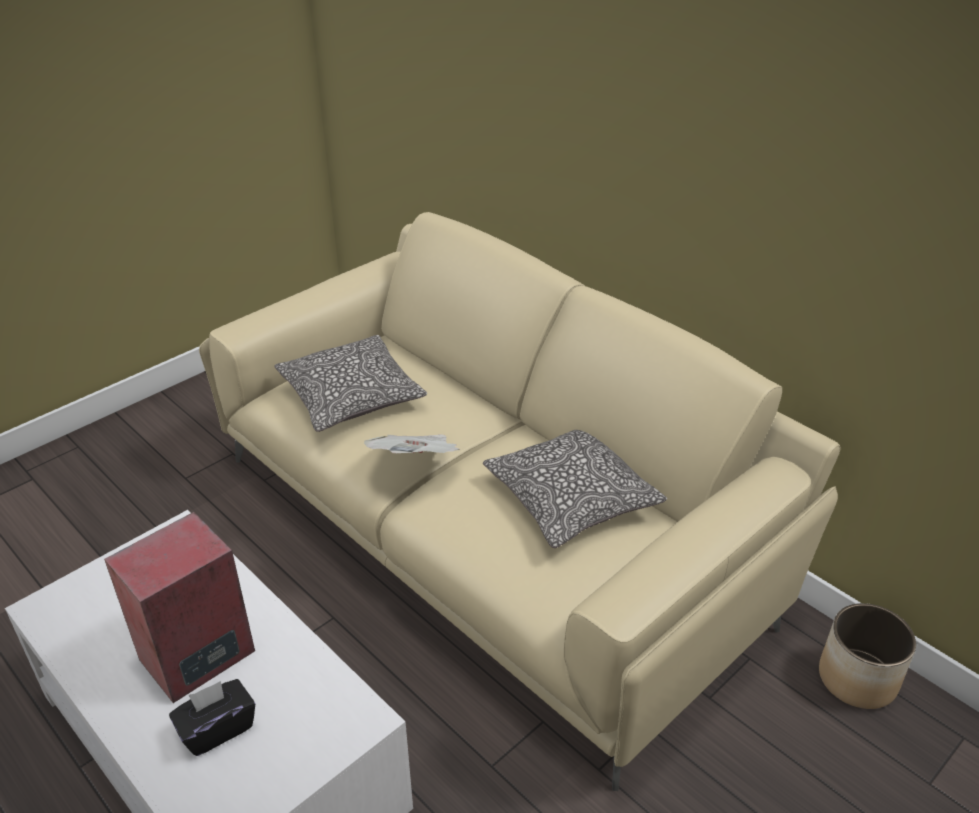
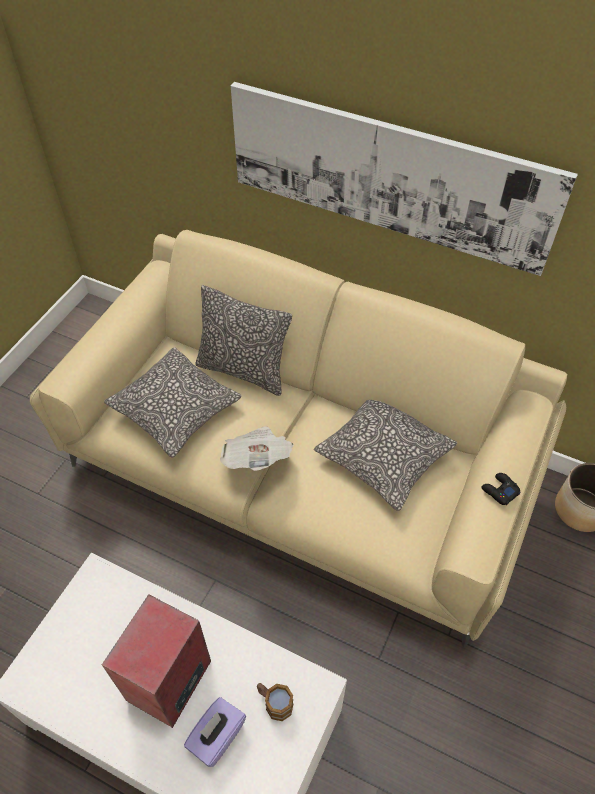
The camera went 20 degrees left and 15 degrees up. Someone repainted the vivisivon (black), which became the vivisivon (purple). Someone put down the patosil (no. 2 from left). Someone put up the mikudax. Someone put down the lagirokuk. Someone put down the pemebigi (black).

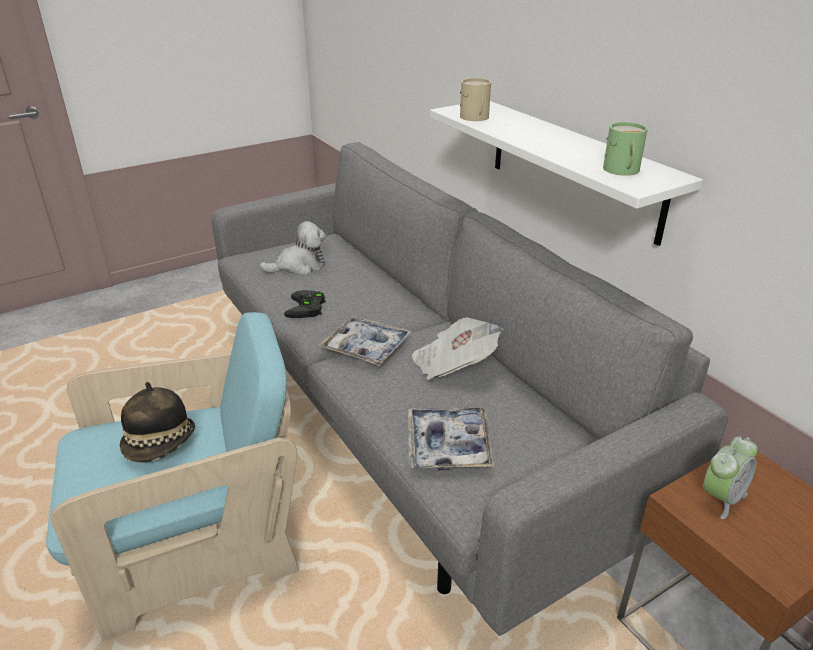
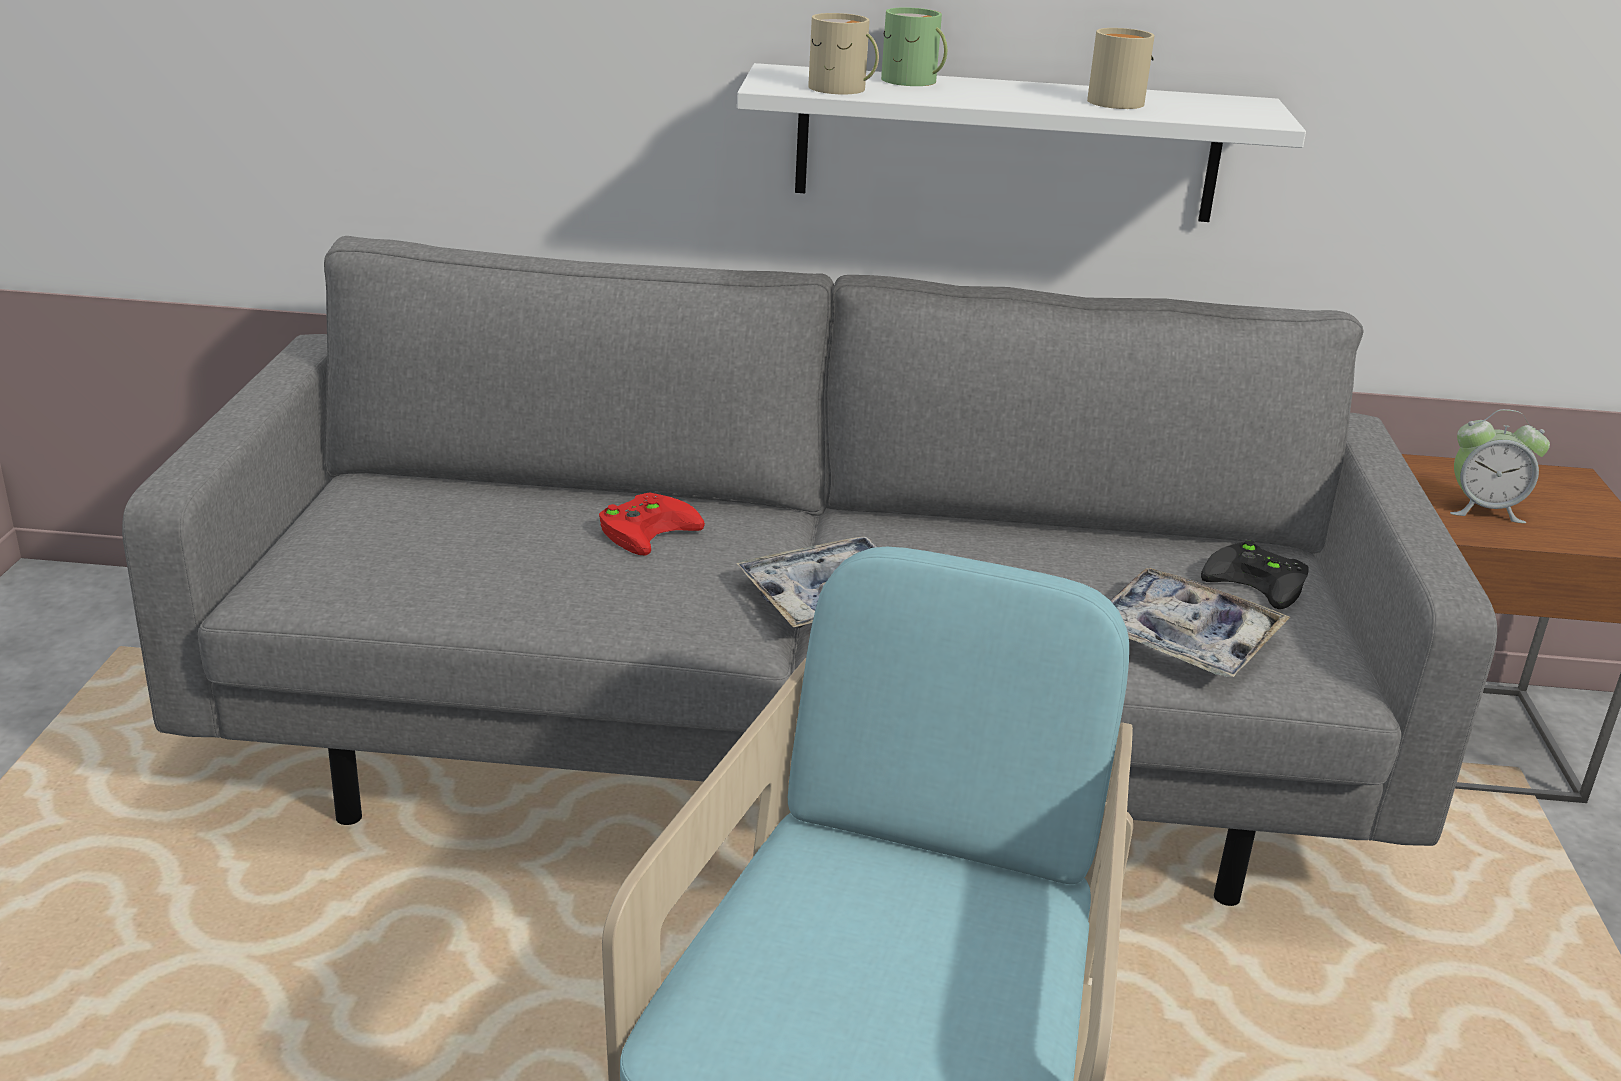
The camera went 55 degrees left and 5 degrees down. Someone put down the pemebigi (red). Someone carried the lagirokuk (green). Someone put down the lagirokuk (beige) (no. 2 from left). Someone carried the pemebigi (black). Someone rotated the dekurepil by 105 degrees clockwise. Someone took away the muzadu. Someone took away the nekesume. Someone took away the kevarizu.

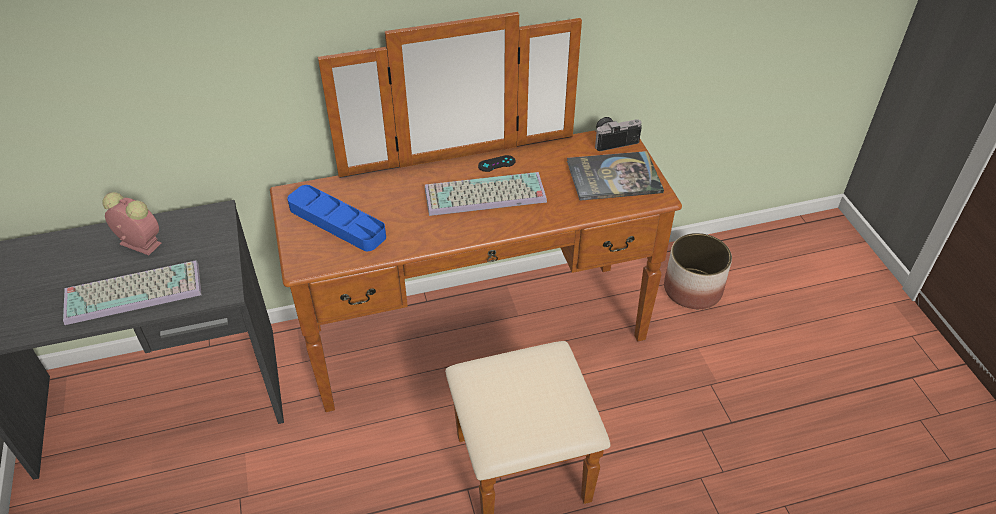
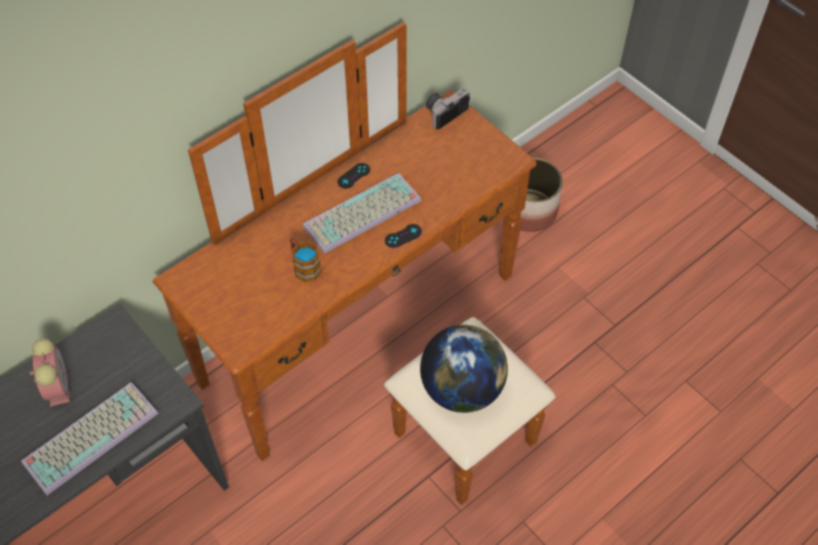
The camera went 25 degrees left and 10 degrees up. Someone rotated the dekurepil by 75 degrees clockwise. Someone put down the lagirokuk. Someone put down the pemebigi (black) (no. 2 from left). Someone put down the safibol. Someone took away the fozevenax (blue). Someone took away the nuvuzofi.

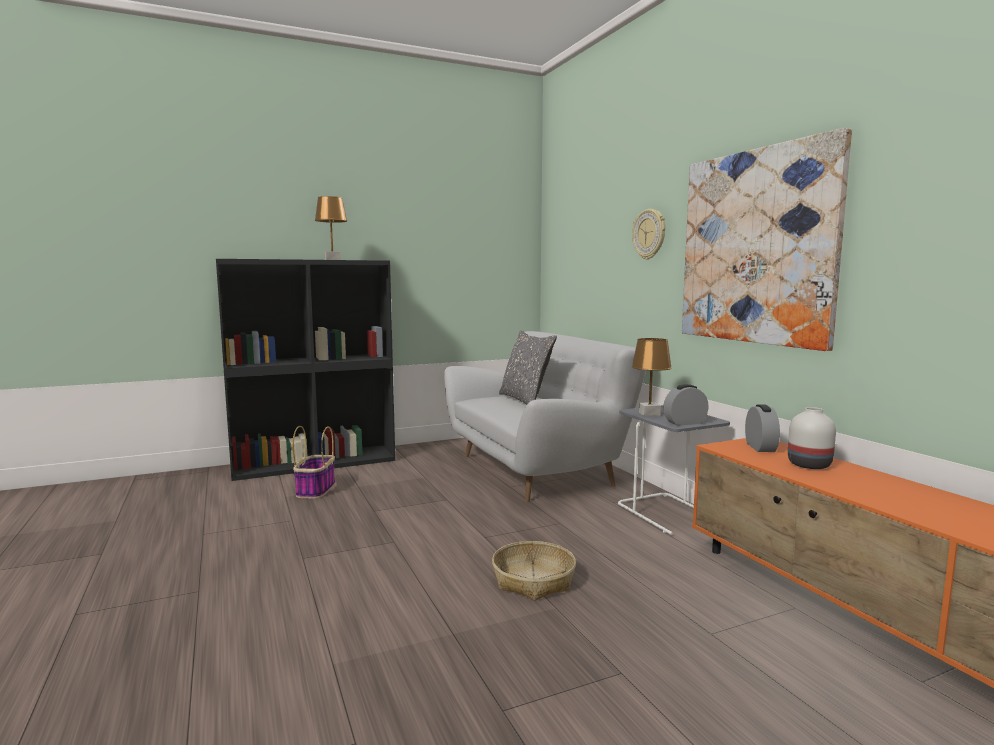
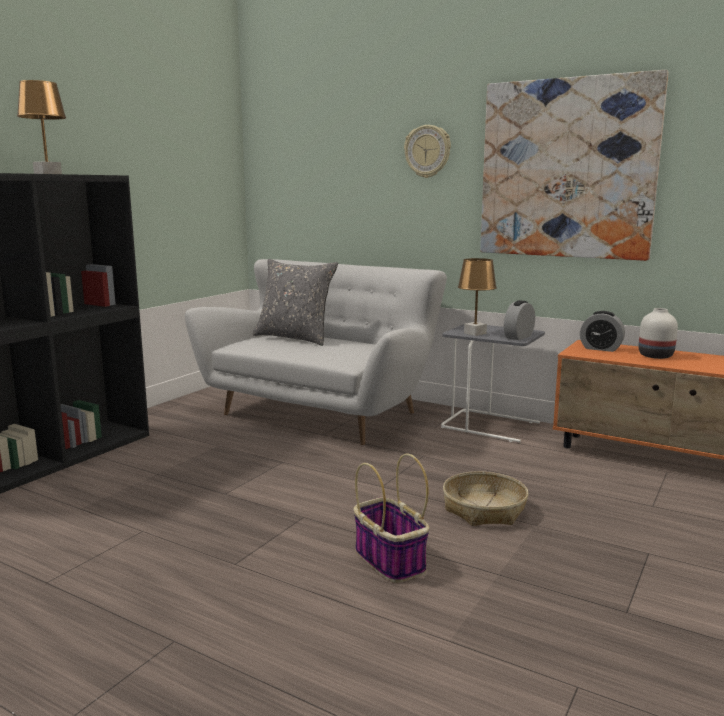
The camera went 35 degrees left and 5 degrees up. Someone carried the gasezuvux (no. 1 from left). Someone rotated the dekurepil (no. 2 from left) by 150 degrees clockwise.

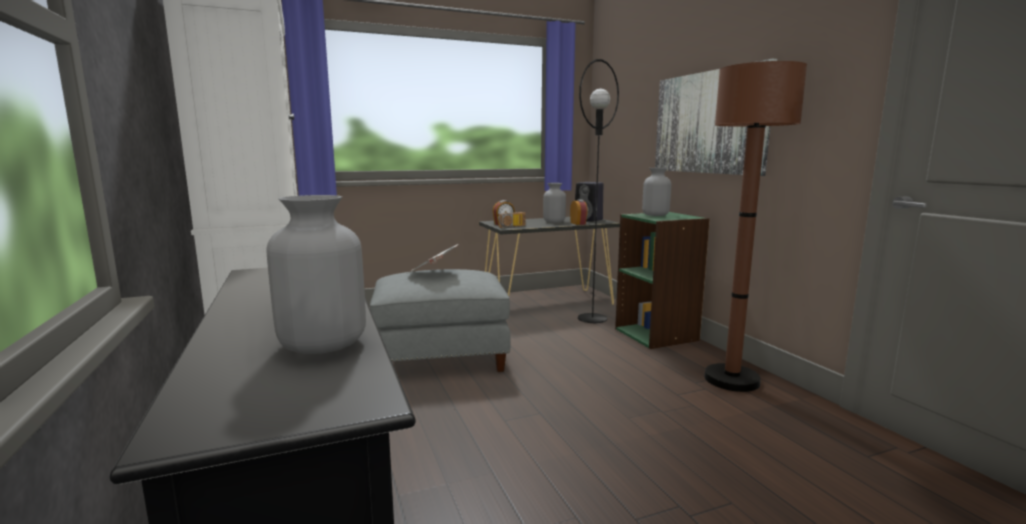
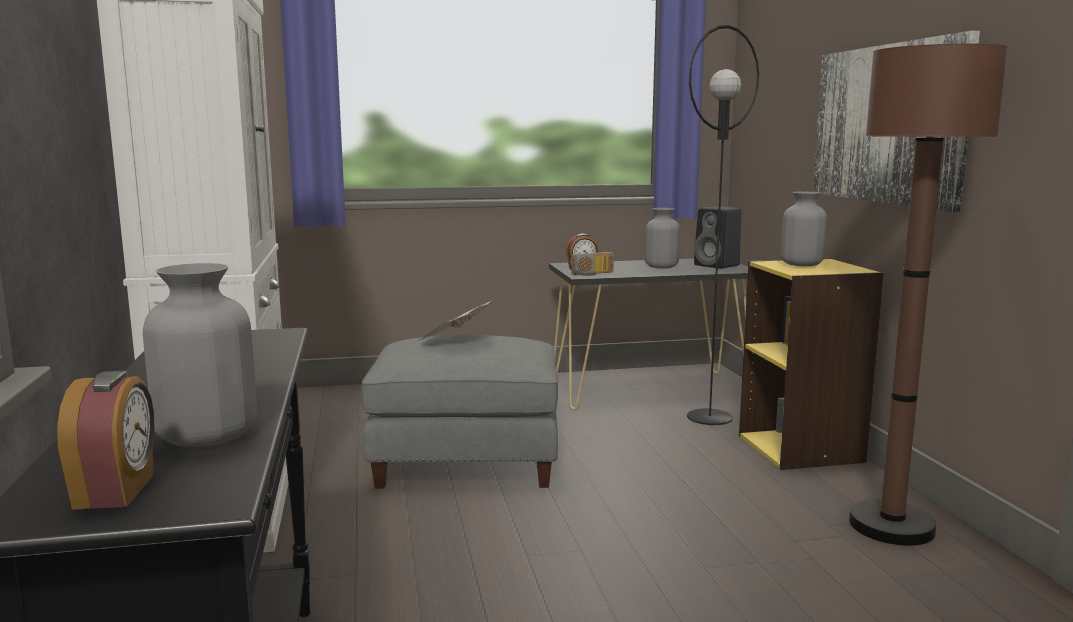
The camera went 10 degrees right and 0 degrees up. Someone carried the dekurepil (no. 2 from left in the first image). Someone repainted the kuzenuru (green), which became the kuzenuru (yellow).

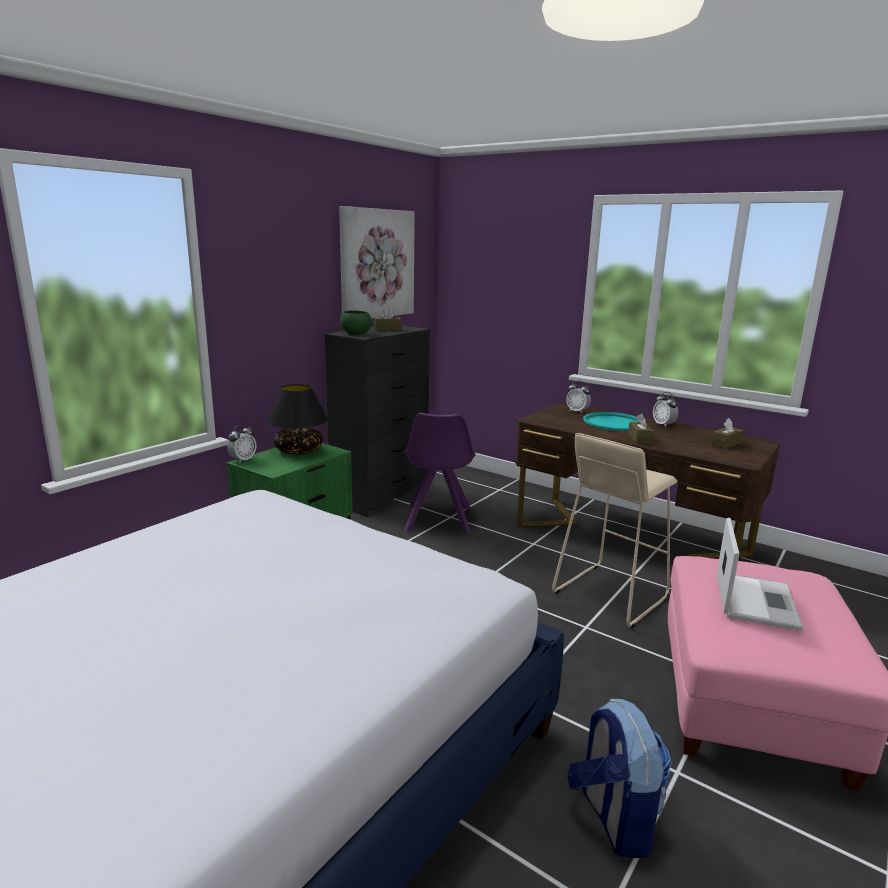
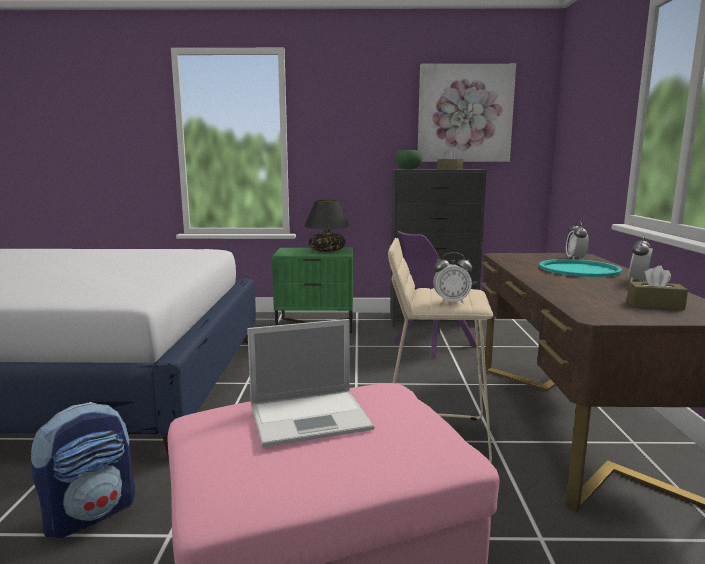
The camera went 55 degrees right and 5 degrees down. Someone carried the dekurepil (no. 1 from left). Someone took away the vivisivon (brown) (no. 2 from left).

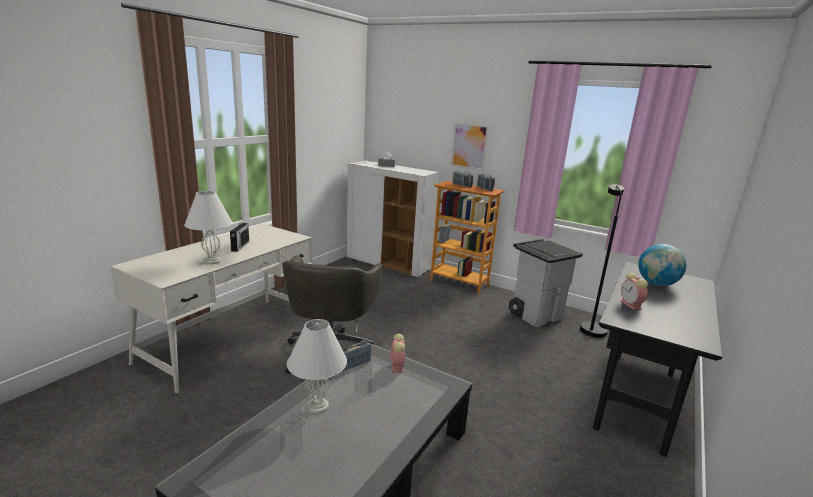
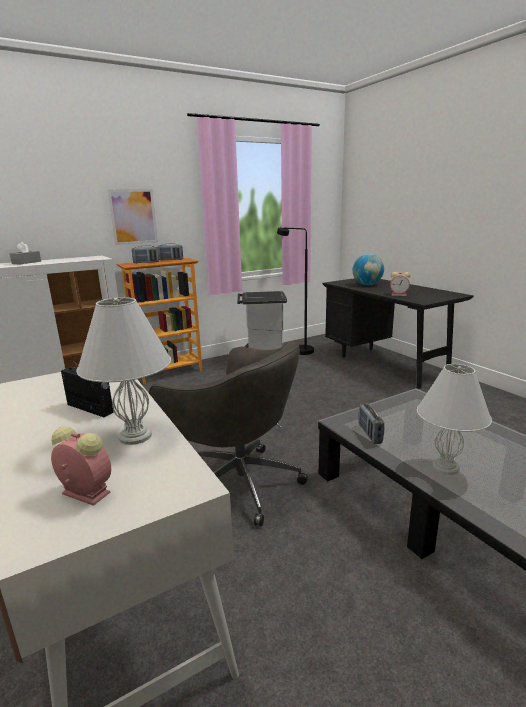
The camera went 60 degrees left and 0 degrees up. Someone carried the dekurepil (no. 1 from left).

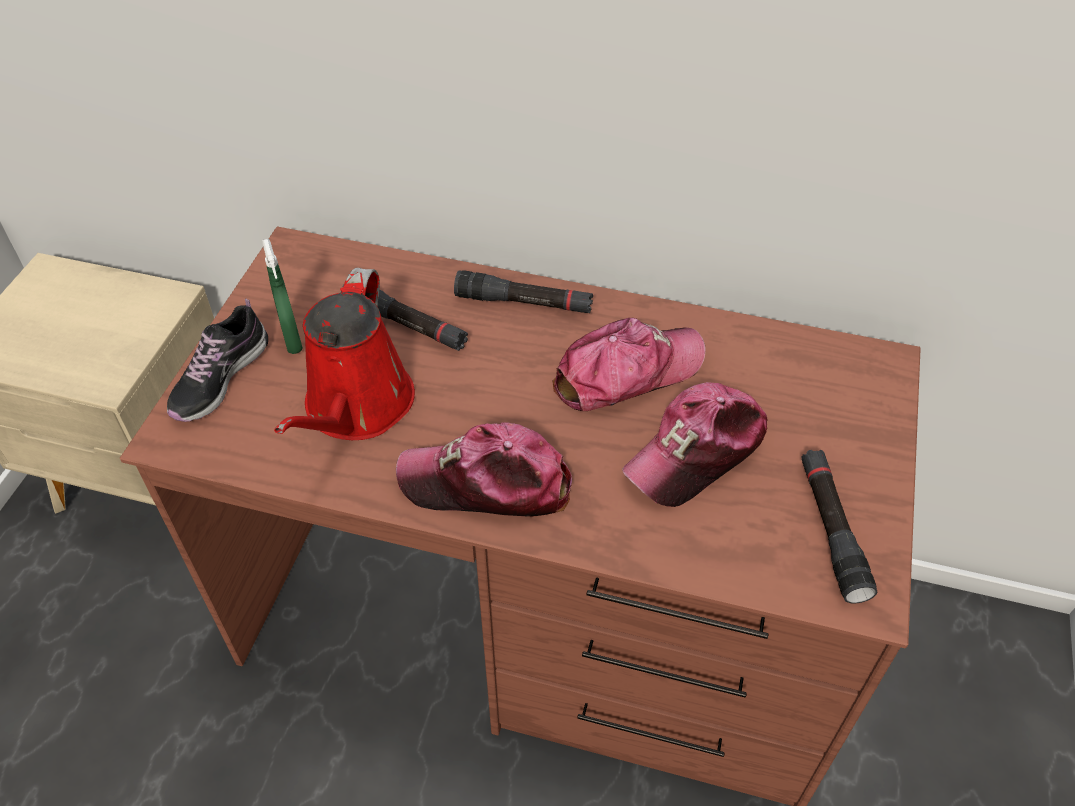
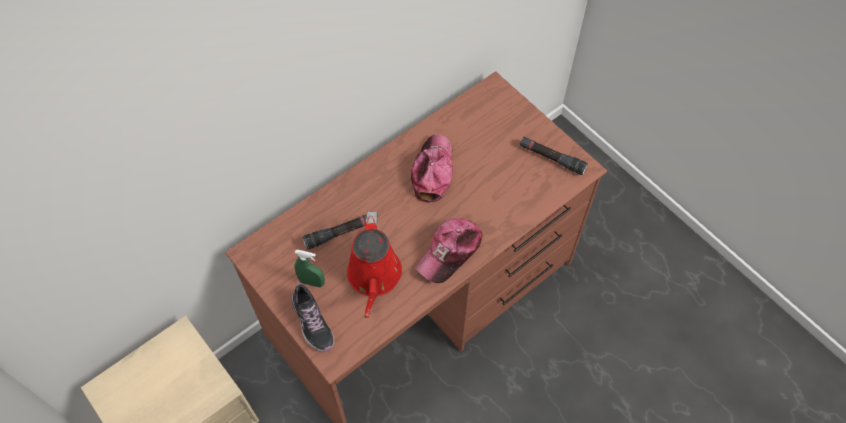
The camera went 55 degrees left and 10 degrees up. Someone rotated the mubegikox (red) by 45 degrees clockwise. Someone took away the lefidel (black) (no. 2 from left). Someone took away the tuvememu (no. 3 from left).

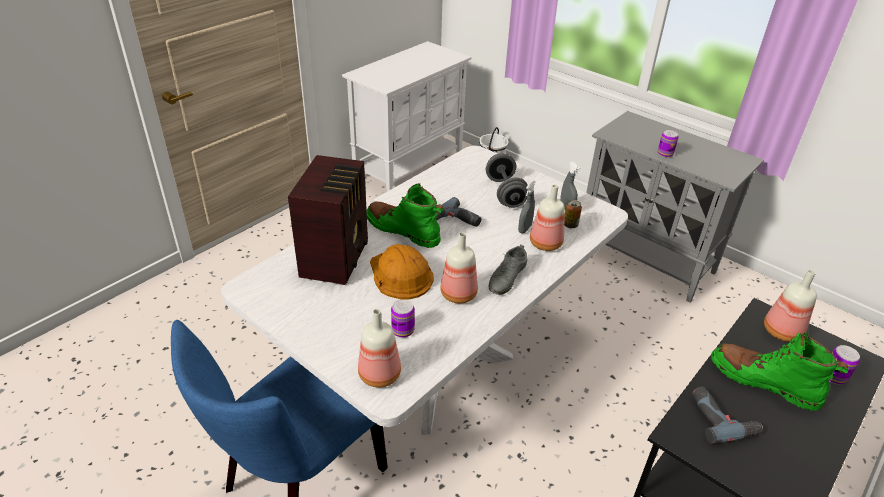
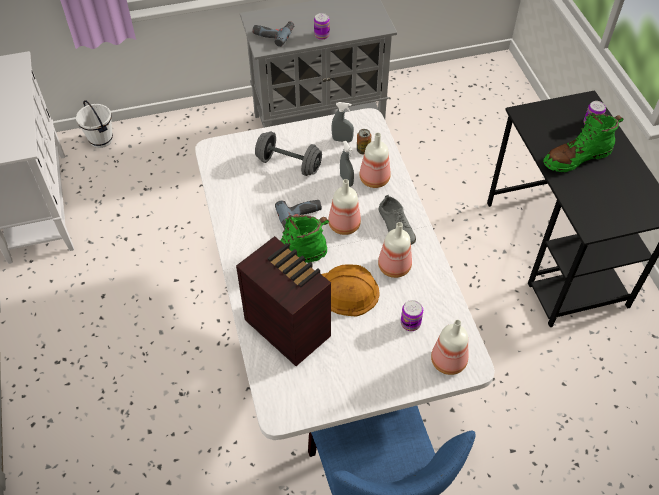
The camera went 55 degrees left and 15 degrees up. Someone carried the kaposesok (no. 2 from left in the first image). Someone carried the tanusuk (no. 4 from left in the first image).

